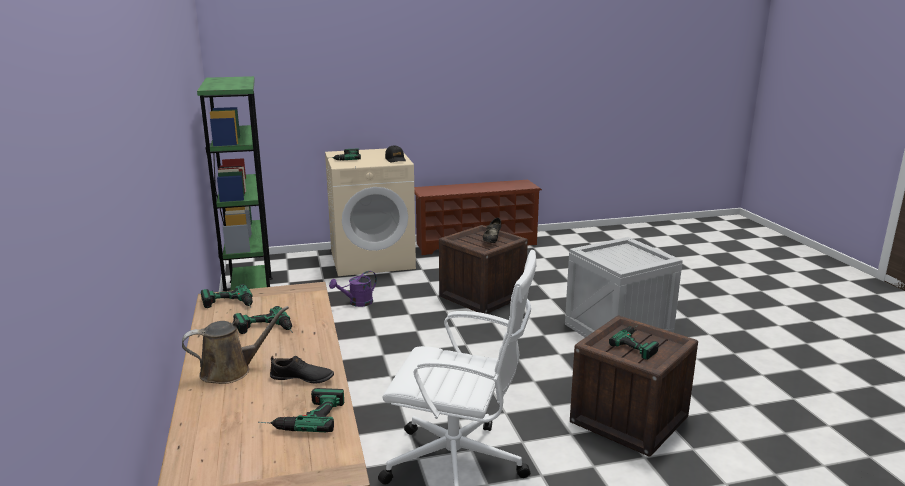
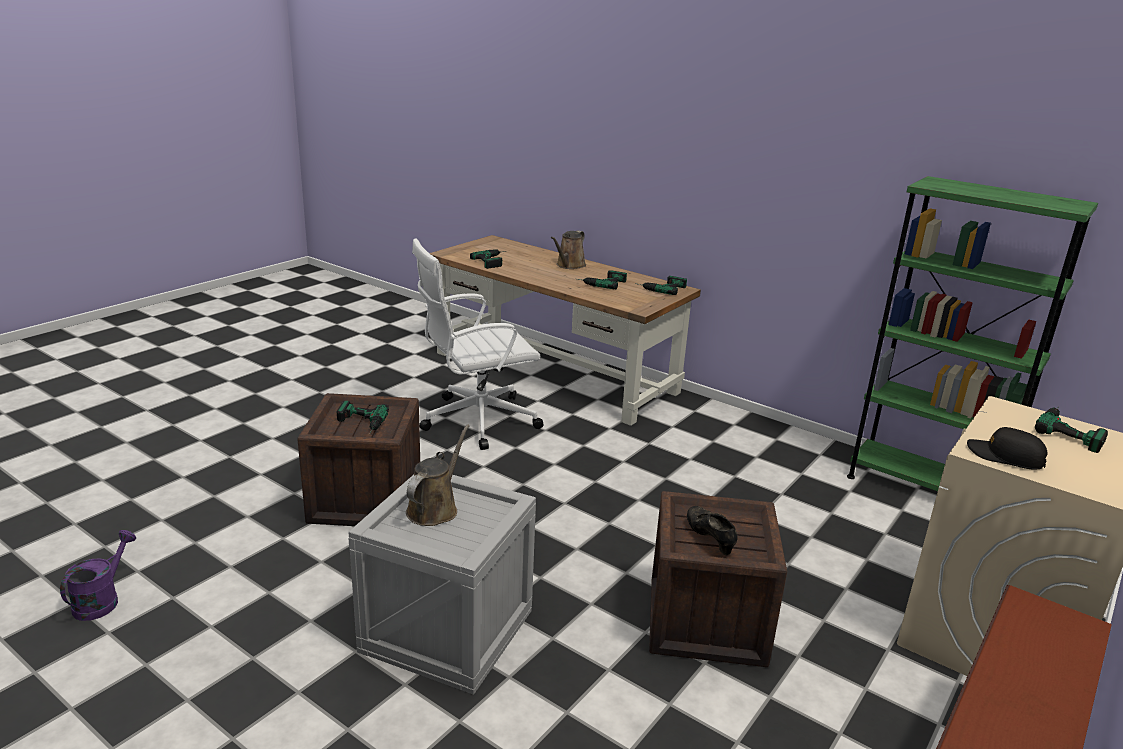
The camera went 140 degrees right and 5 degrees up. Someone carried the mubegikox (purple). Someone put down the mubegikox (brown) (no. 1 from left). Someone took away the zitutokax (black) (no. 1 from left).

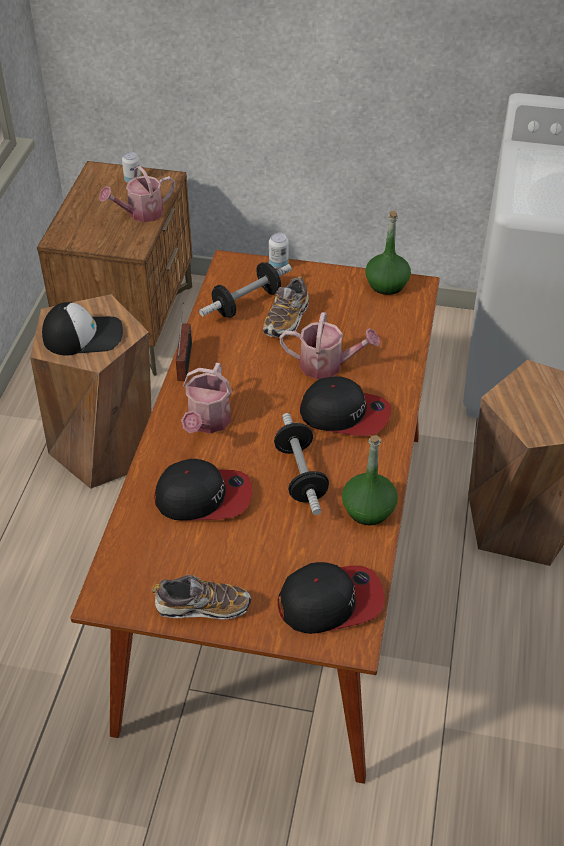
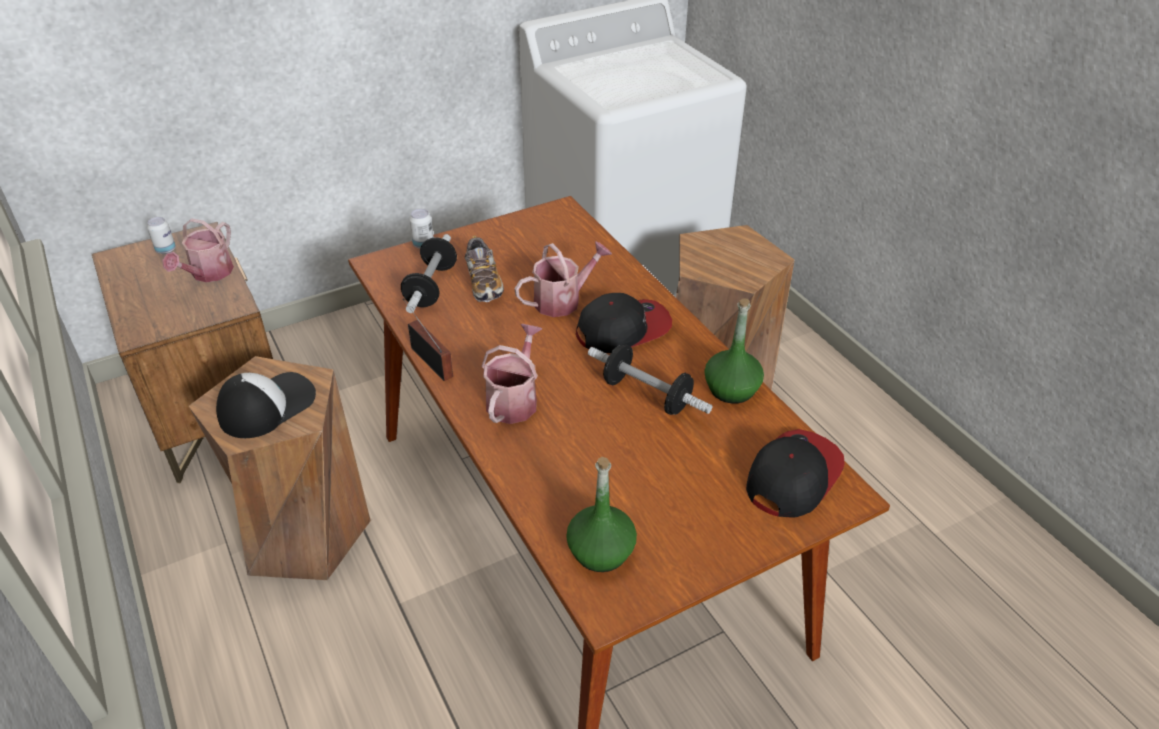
The camera went 40 degrees left and 5 degrees down. Someone rotated the mubegikox (no. 2 from left) by 135 degrees counterclockwise. Someone carried the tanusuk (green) (no. 2 from left in the first image). Someone took away the zitutokax (no. 1 from left). Someone took away the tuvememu (no. 2 from left).

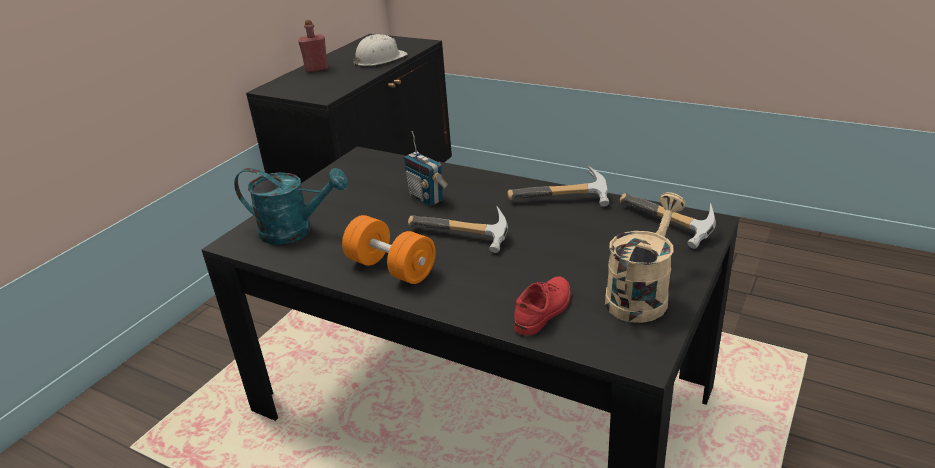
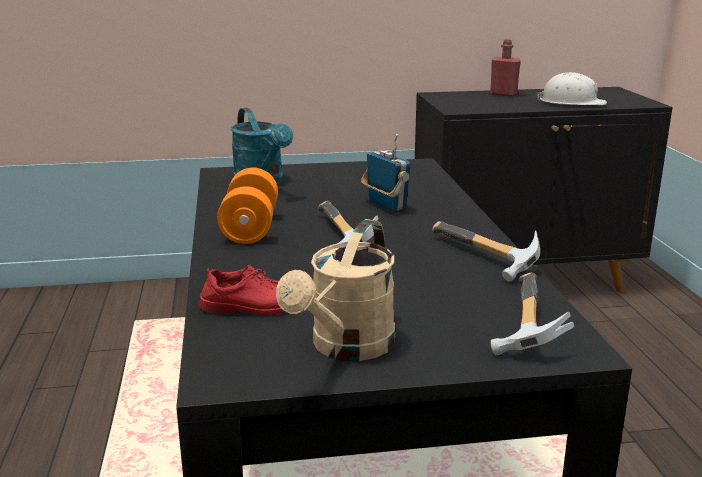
The camera went 50 degrees right and 10 degrees down. Someone rotated the mubegikox (beige) by 120 degrees clockwise. Someone rotated the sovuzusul by 135 degrees clockwise.

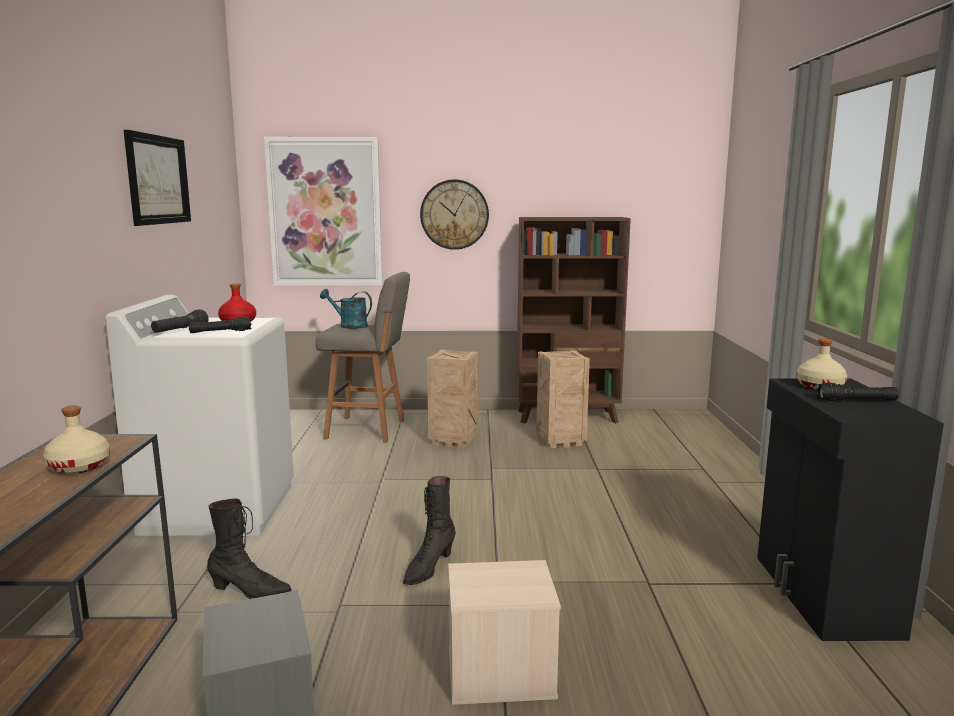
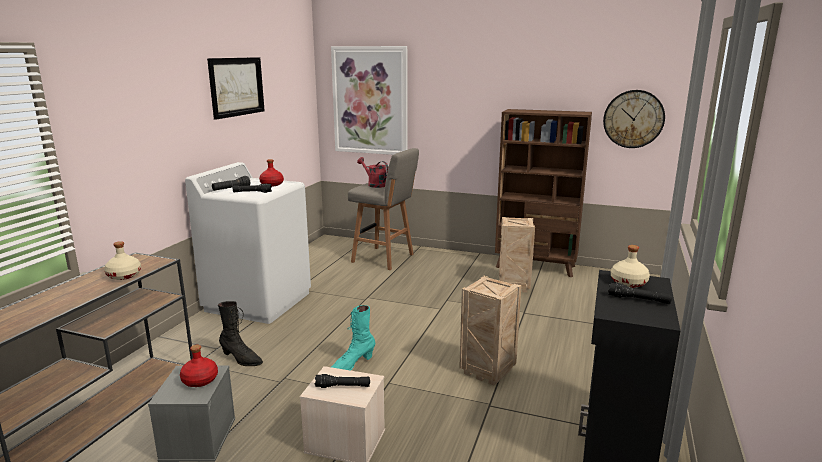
The camera went 20 degrees right and 5 degrees up. Someone put down the tanusuk (red) (no. 1 from left). Someone put down the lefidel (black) (no. 3 from left). Someone repainted the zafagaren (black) (no. 2 from left), which became the zafagaren (turquoise). Someone repainted the mubegikox (turquoise), which became the mubegikox (red). Someone carried the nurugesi (no. 1 from left). Someone carried the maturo.

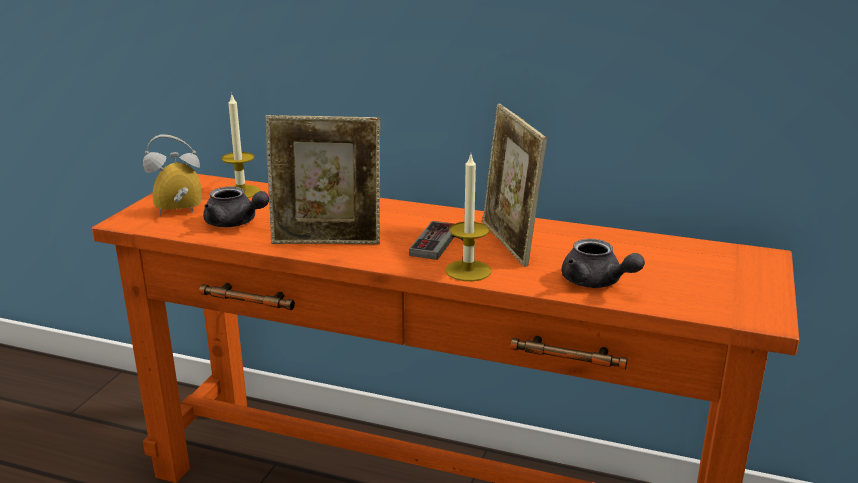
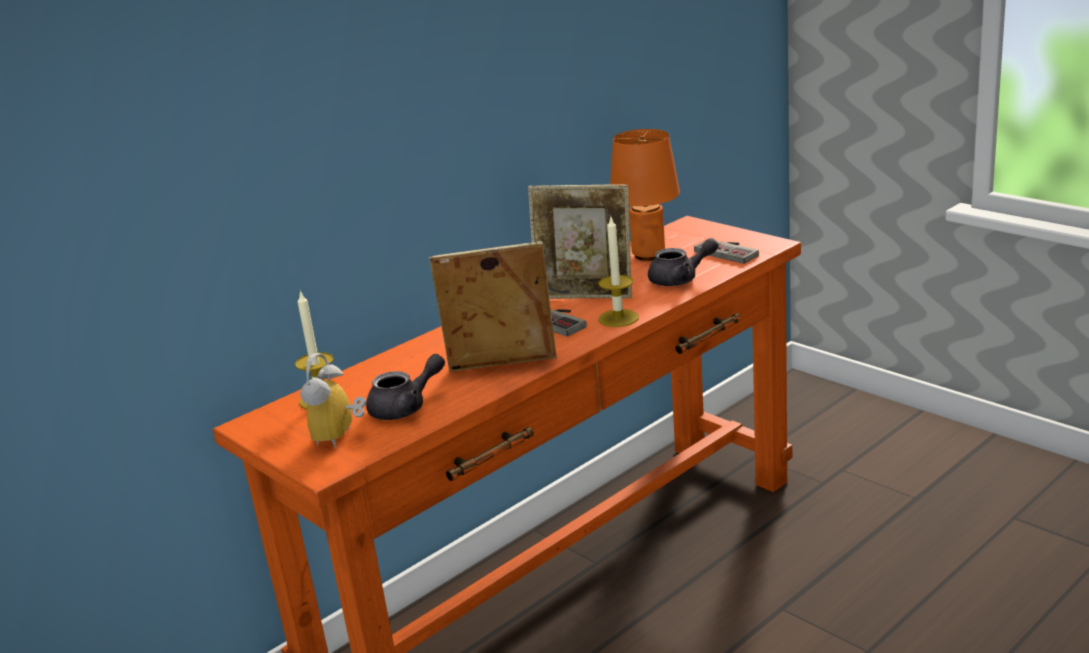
The camera went 60 degrees left and 0 degrees up. Someone rotated the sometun (no. 1 from left) by 120 degrees counterclockwise. Someone put down the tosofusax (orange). Someone put down the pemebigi (no. 2 from left).

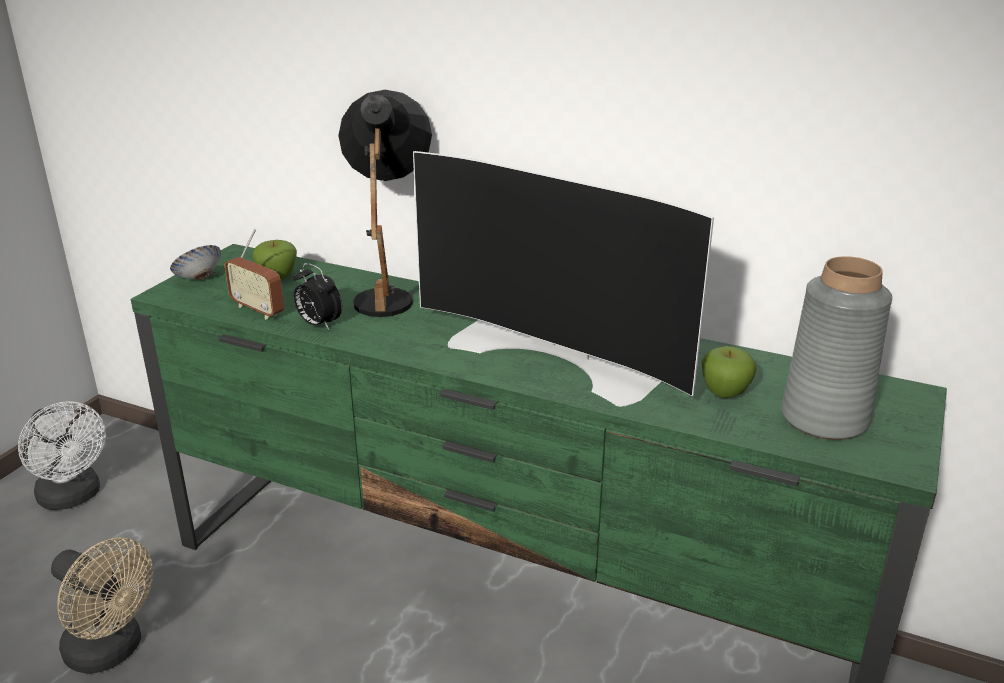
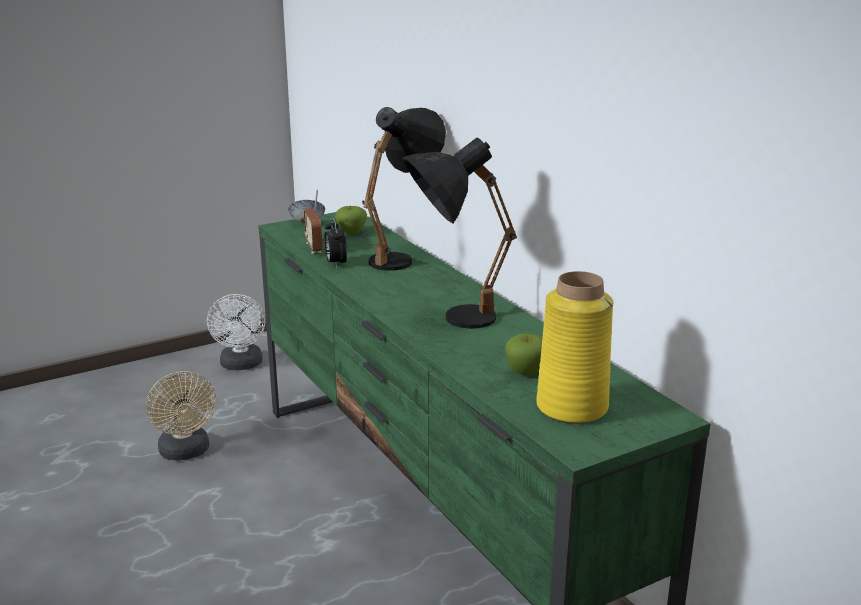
The camera went 35 degrees right and 5 degrees down. Someone swapped the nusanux for the tosofusax (black) (no. 2 from left). Someone repainted the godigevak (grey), which became the godigevak (yellow).

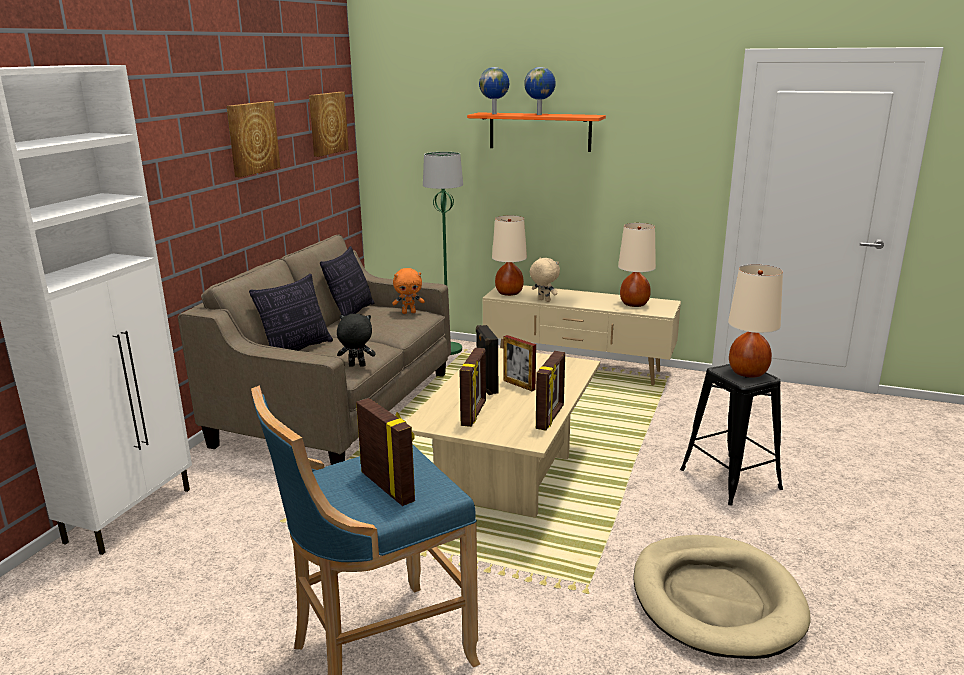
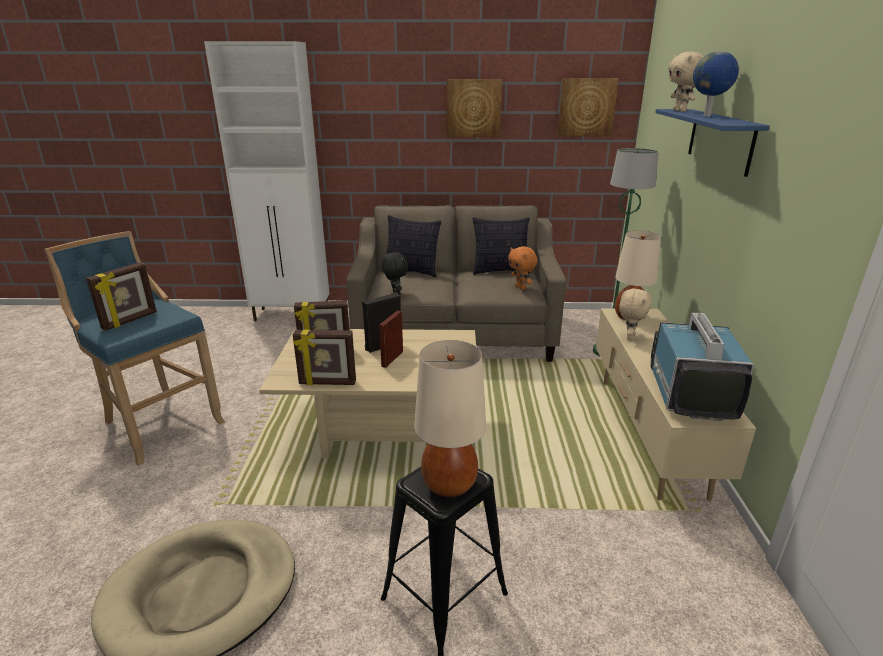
The camera went 70 degrees right and 5 degrees up. Someone swapped the tosofusax (beige) (no. 2 from left) for the nusanux. Someone repainted the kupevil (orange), which became the kupevil (blue). Someone swapped the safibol (no. 1 from left) for the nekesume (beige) (no. 2 from left).

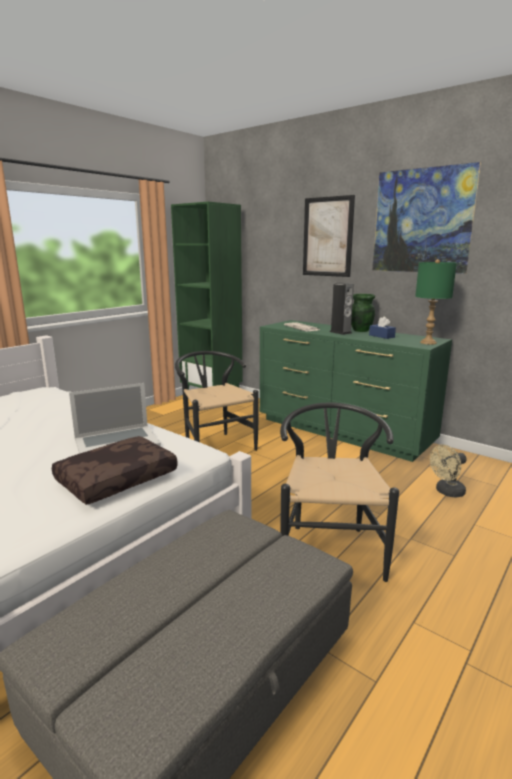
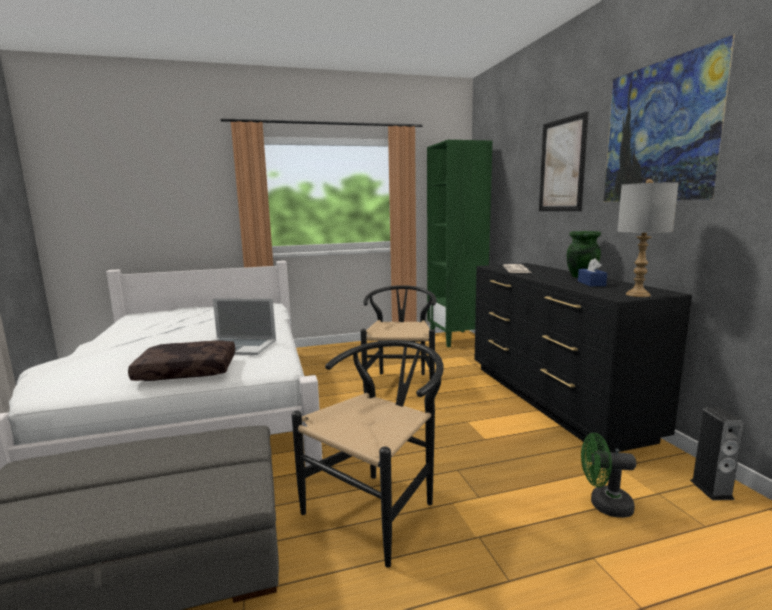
The camera went 35 degrees right and 5 degrees down. Someone repainted the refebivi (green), which became the refebivi (black). Someone repainted the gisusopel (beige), which became the gisusopel (green). Someone repainted the tosofusax (green), which became the tosofusax (grey). Someone carried the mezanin.

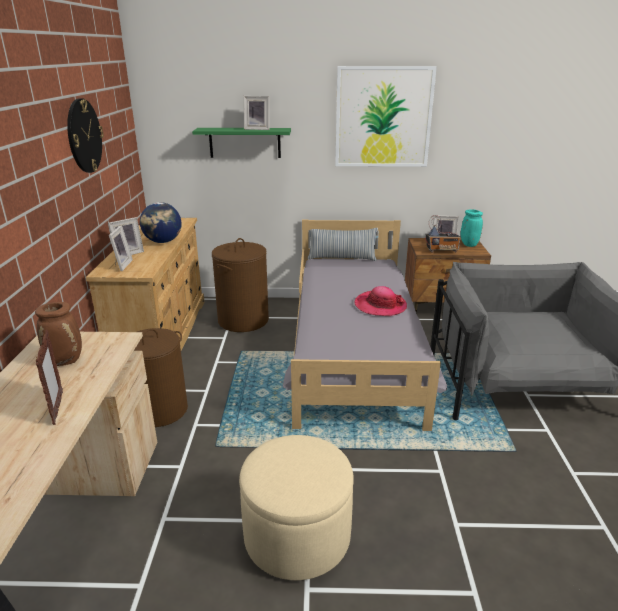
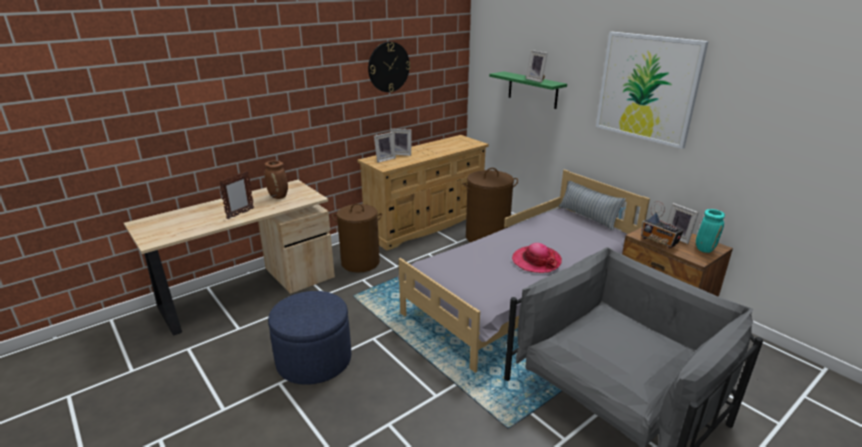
The camera went 50 degrees right and 0 degrees up. Someone repainted the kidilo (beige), which became the kidilo (blue). Someone took away the safibol.

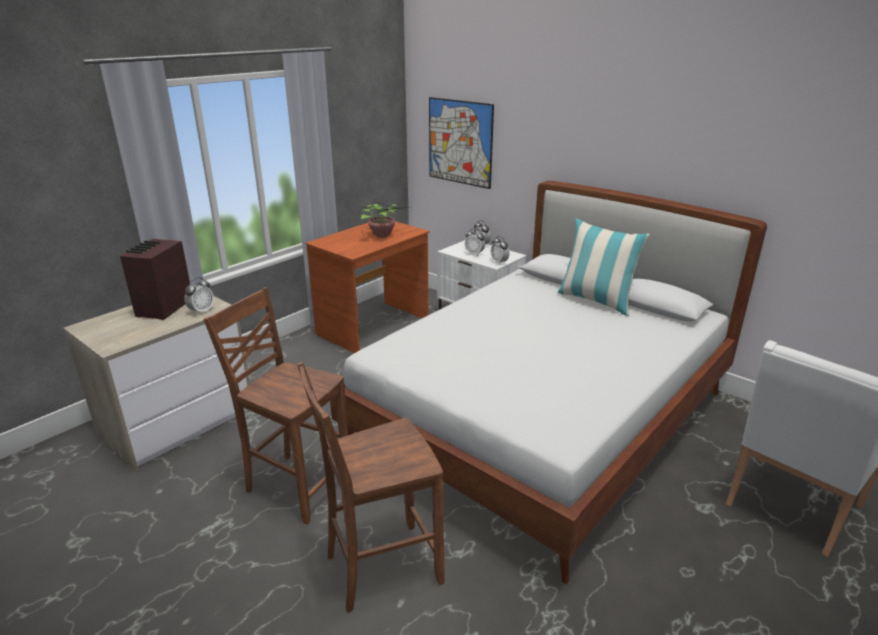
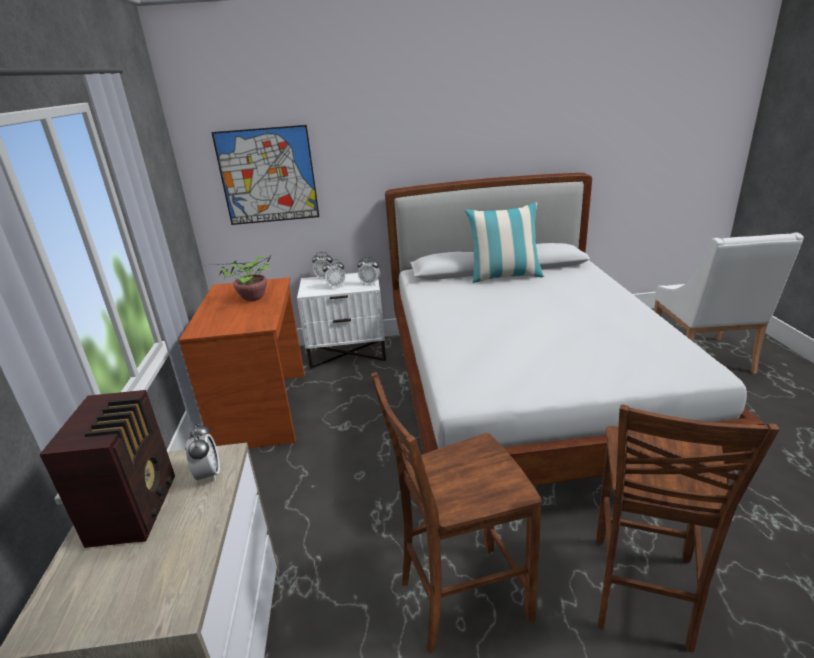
The camera went 45 degrees left and 0 degrees up. Someone rotated the sovuzusul by 150 degrees counterclockwise.

